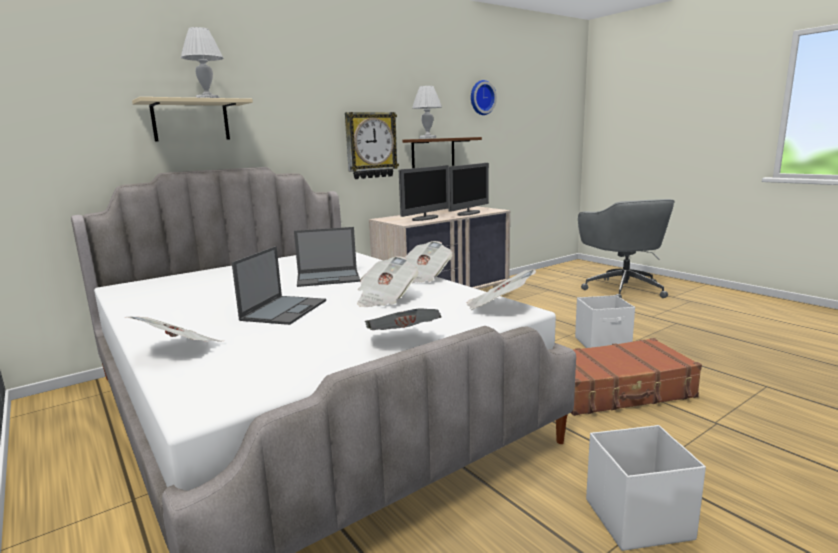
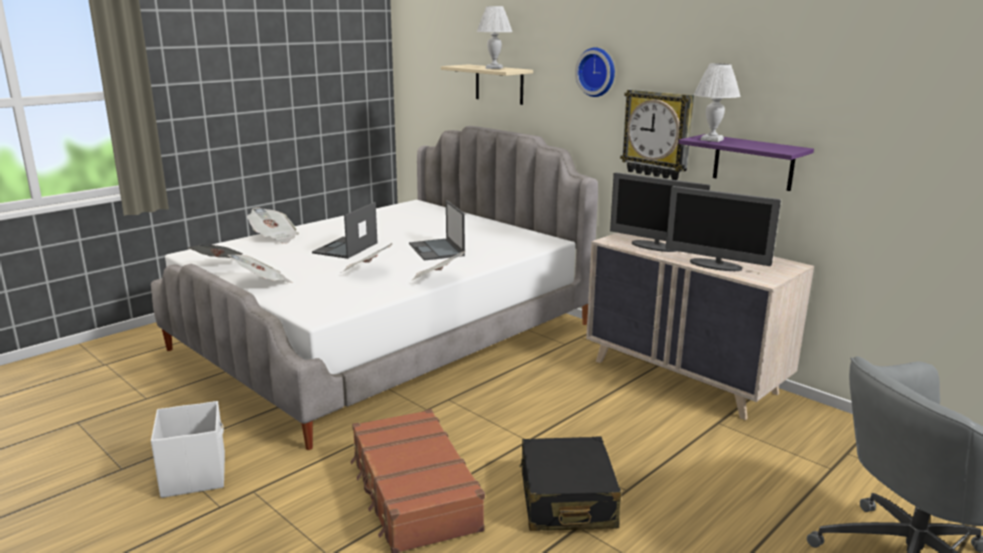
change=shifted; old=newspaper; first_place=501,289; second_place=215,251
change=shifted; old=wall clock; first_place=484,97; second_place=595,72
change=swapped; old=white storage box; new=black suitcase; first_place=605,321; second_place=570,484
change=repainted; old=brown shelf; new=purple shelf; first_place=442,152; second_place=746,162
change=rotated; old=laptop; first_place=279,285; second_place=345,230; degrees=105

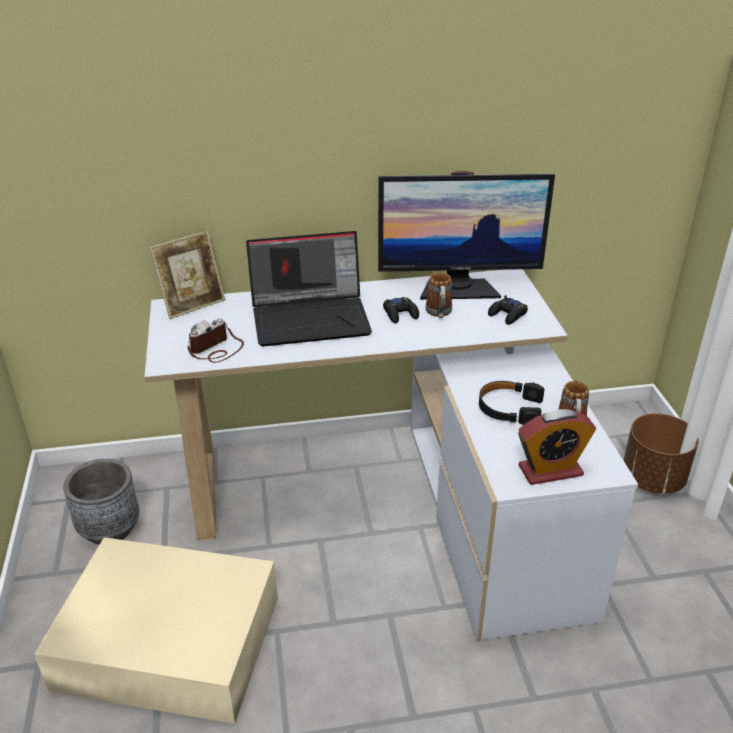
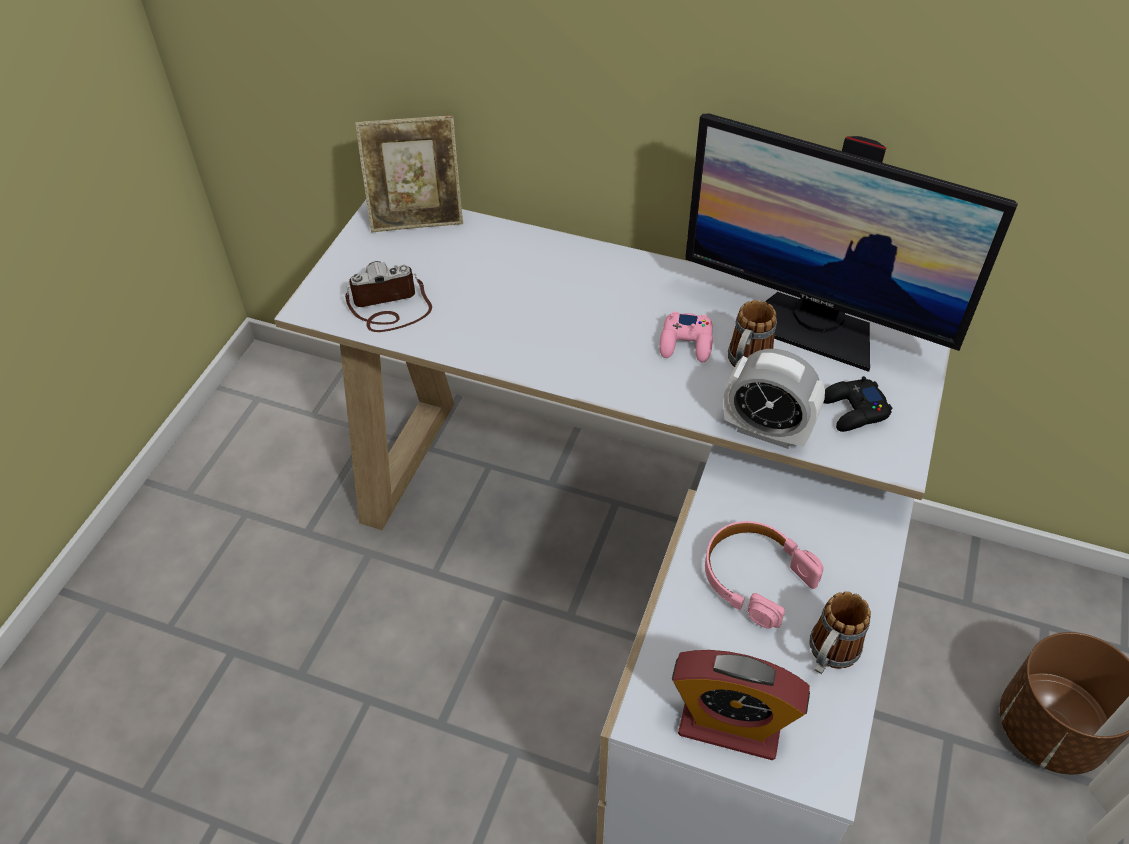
change=gone; old=beige storage box; first_place=156,630
change=gone; old=grey planter; first_place=101,502
change=gone; old=laptop; first_place=309,288
change=new; new=alarm clock; second_place=774,399
change=repainted; old=black game controller; new=pink game controller; first_place=401,310; second_place=686,337
change=repainted; old=black headphones; new=pink headphones; first_place=511,403; second_place=764,575

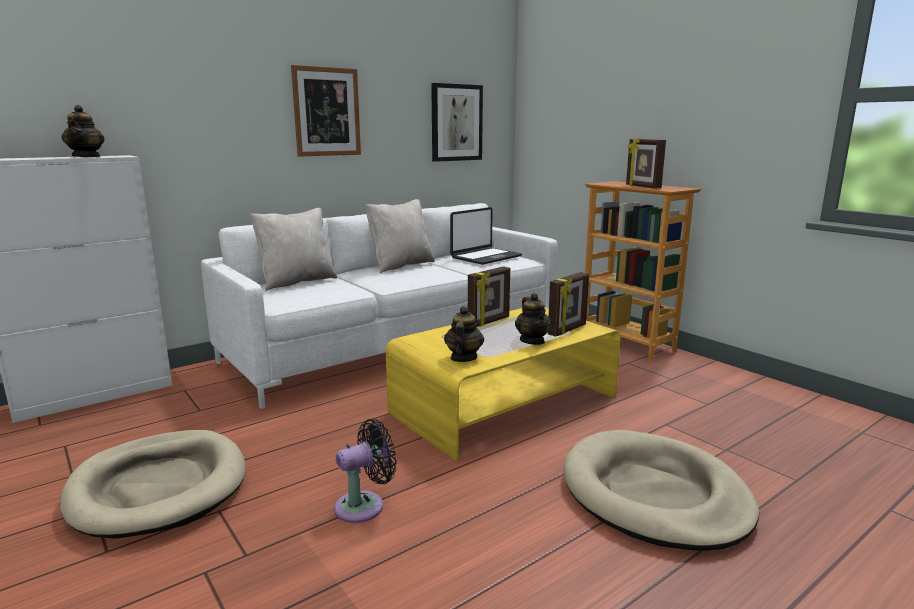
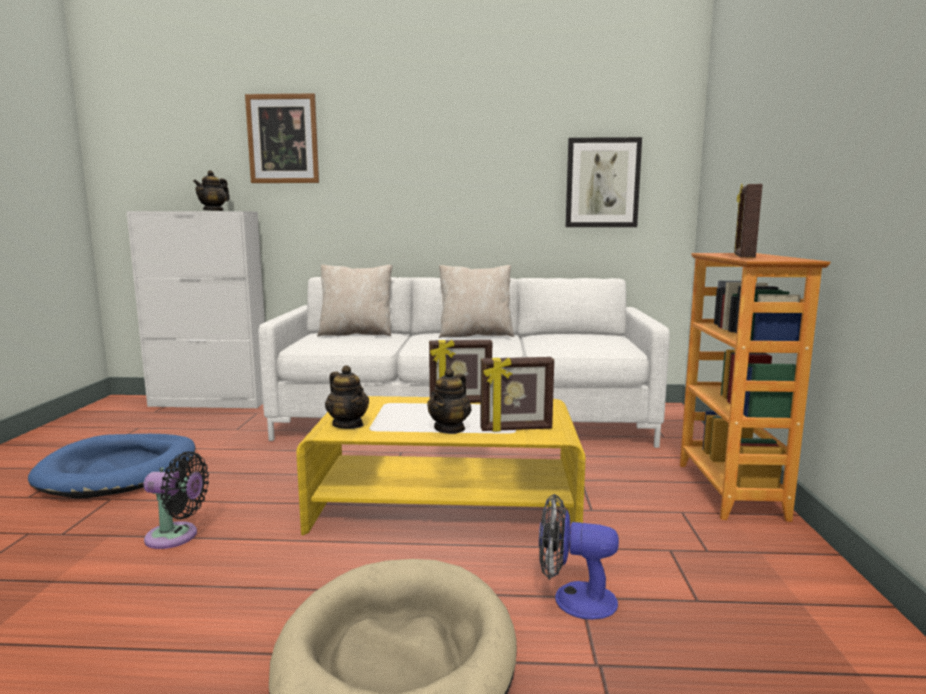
change=gone; old=laptop; first_place=486,236
change=new; new=fan; second_place=579,557
change=shifted; old=picture; first_place=326,111; second_place=282,138
change=repainted; old=beige dog bed; new=blue dog bed; first_place=153,484; second_place=111,466
change=rotated; old=teapot; first_place=464,334; second_place=347,397; degrees=90

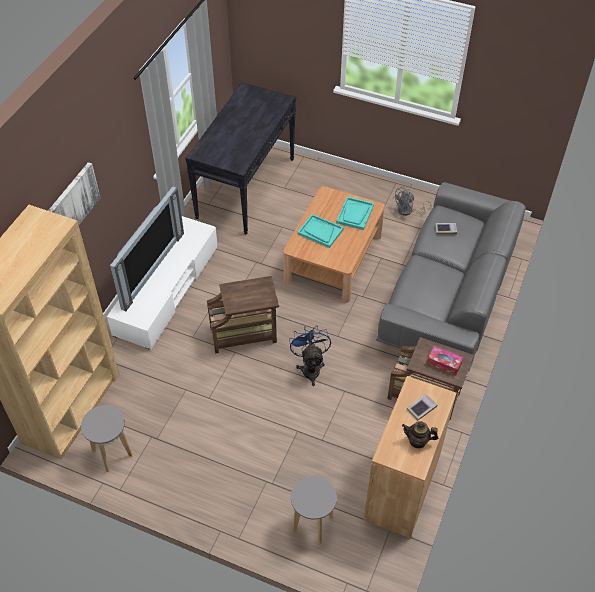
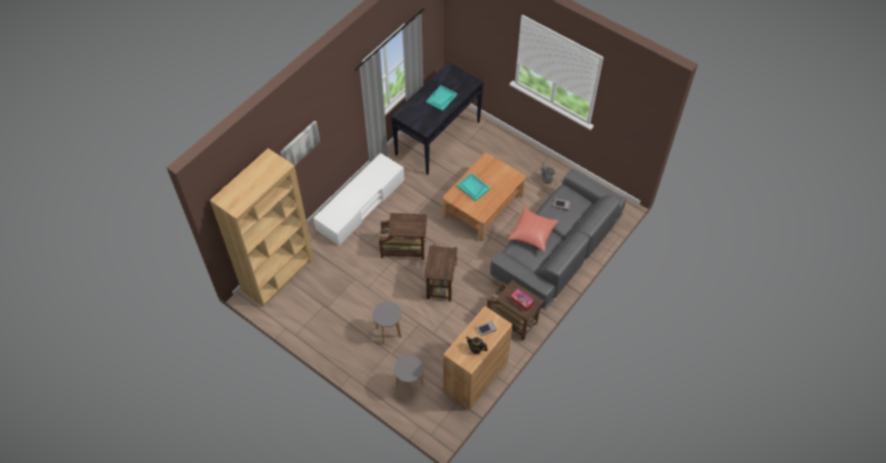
change=gone; old=television; first_place=147,248
change=new; new=red pillow; second_place=533,229
change=shifted; old=grey stool; first_place=107,438; second_place=387,322
change=shifted; old=turquoise tray; first_place=355,213; second_place=441,98
change=swapped; old=blue fan; new=brown side table; first_place=310,356; second_place=440,273

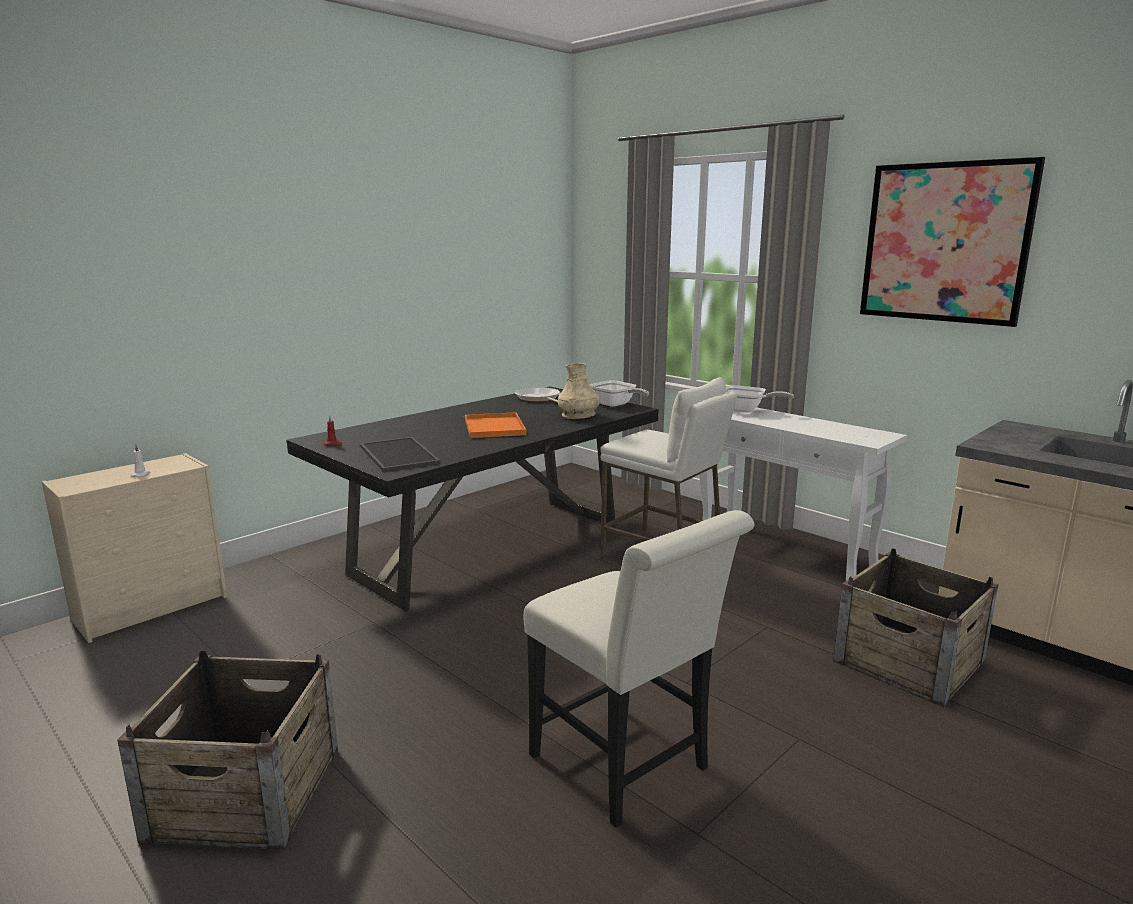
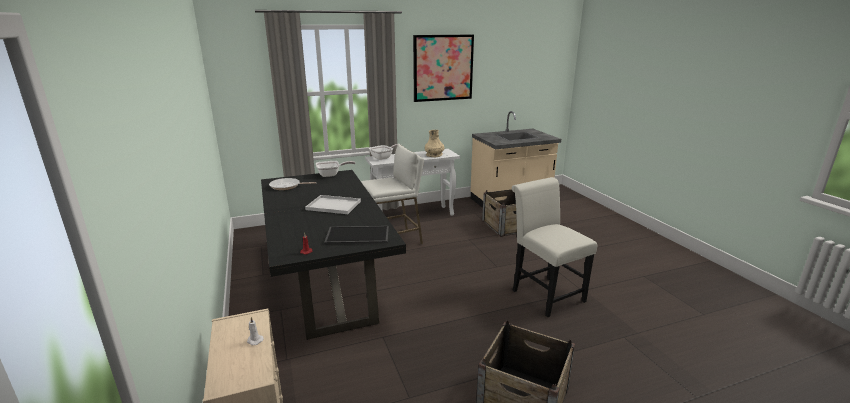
change=shifted; old=beige vase; first_place=578,391; second_place=435,143
change=repainted; old=orange tray; new=white tray; first_place=495,425; second_place=333,204
change=rotated; old=white chair; first_place=639,669; second_place=554,247; degrees=-105

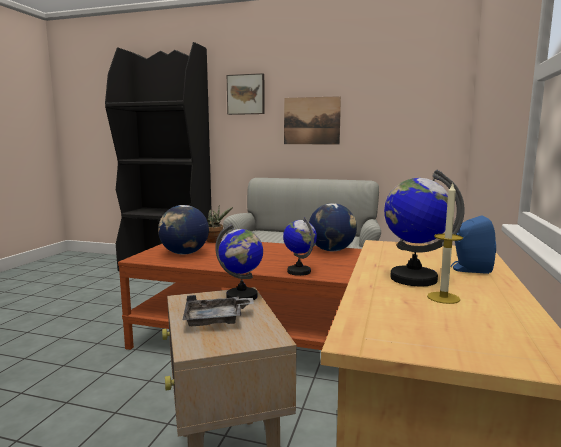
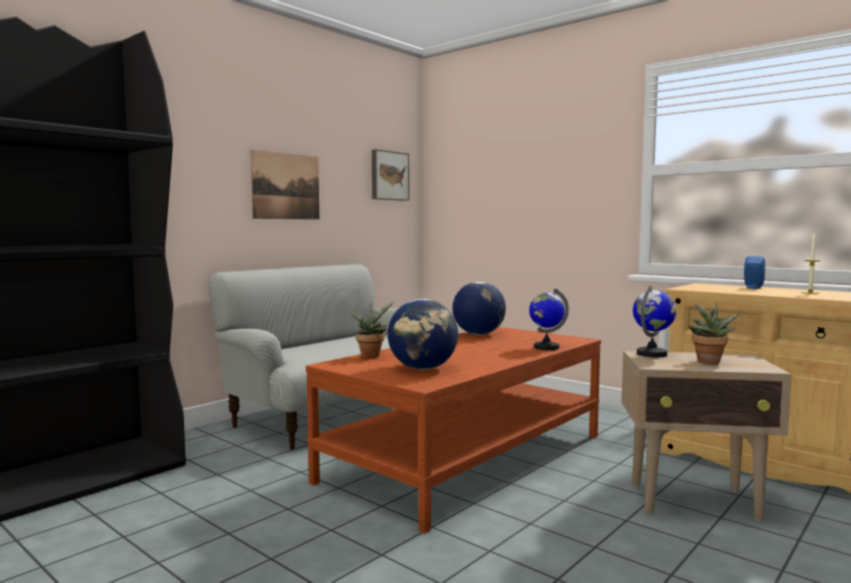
change=gone; old=globe; first_place=424,228
change=shifted; old=picture; first_place=246,94; second_place=390,175
change=swapped; old=grey tray; new=potted plant; first_place=218,310; second_place=714,333

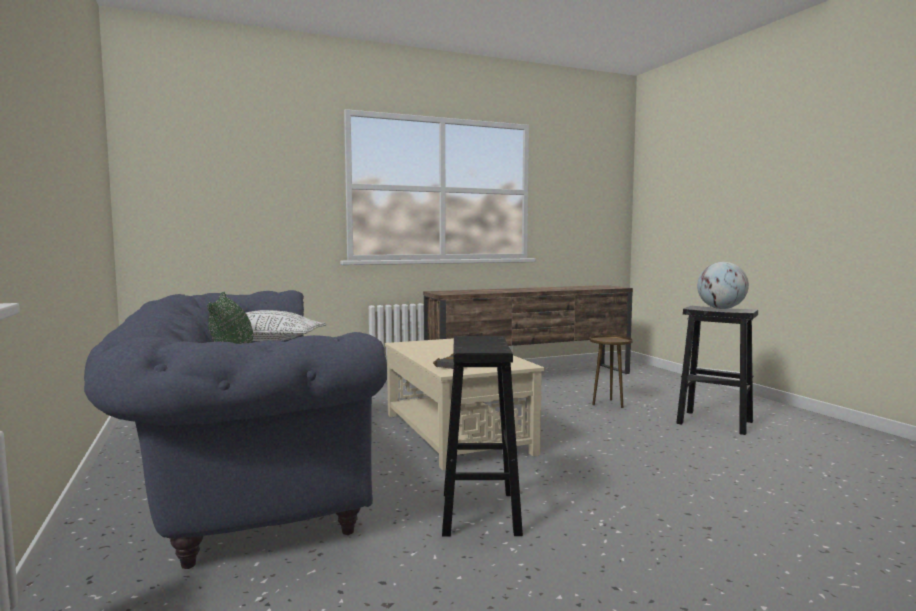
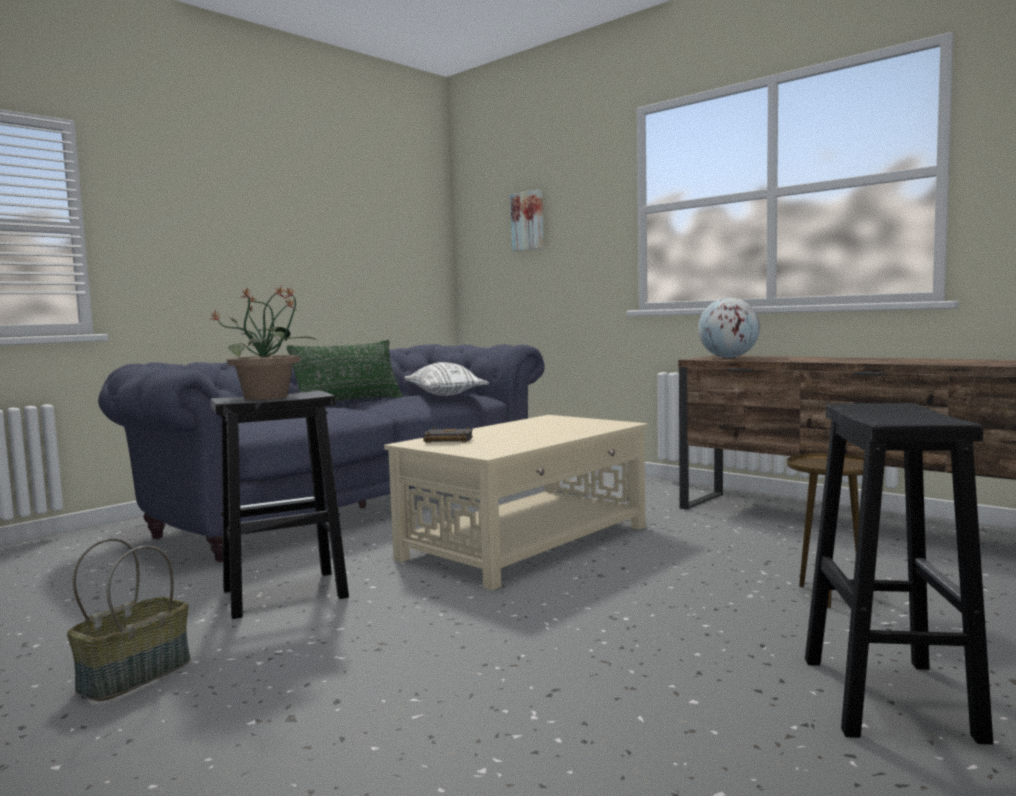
change=new; new=basket; second_place=128,619
change=new; new=potted plant; second_place=263,343
change=new; new=picture; second_place=527,220
change=shifted; old=globe; first_place=723,285; second_place=729,328

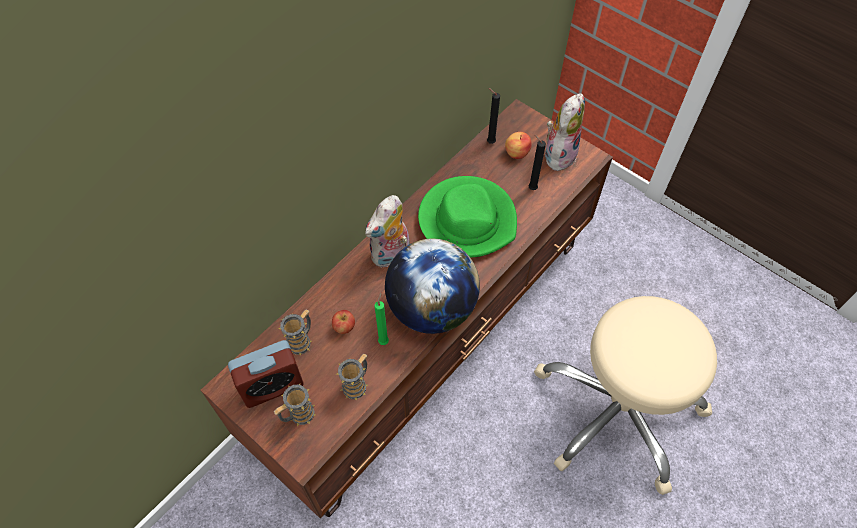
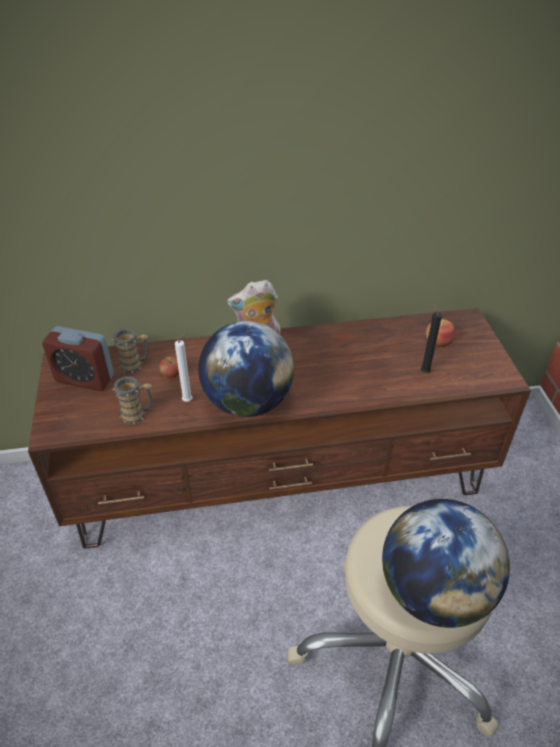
change=gone; old=mug; first_place=295,405
change=gone; old=green hat; first_place=467,217
change=gone; old=black candle; first_place=493,116
change=gone; old=plush toy; first_place=564,132
change=new; new=globe; second_place=446,563
change=repainted; old=green candle; new=white candle; first_place=382,318; second_place=184,367

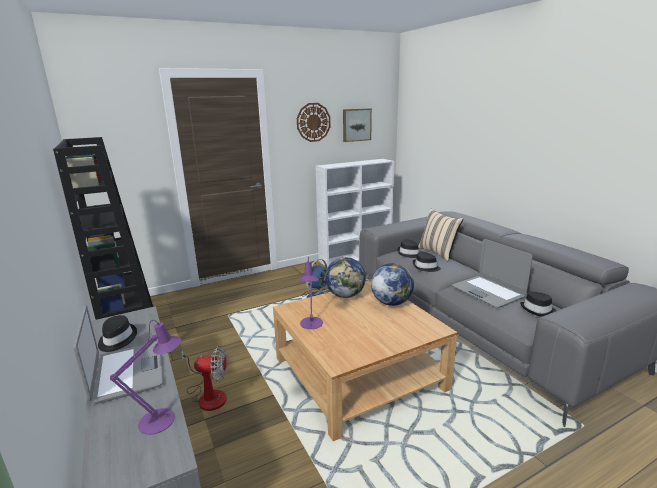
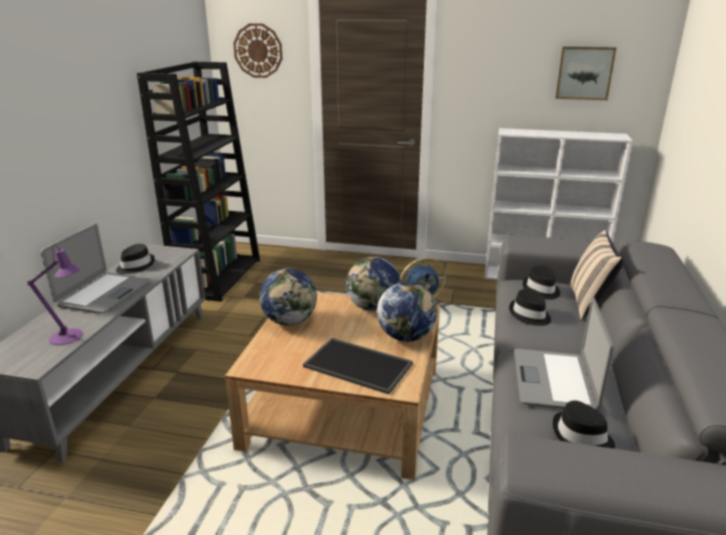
change=gone; old=fan; first_place=204,378
change=new; new=tray; second_place=358,366
change=shifted; old=wall clock; first_place=314,122; second_place=258,50
change=swapped; old=purple table lamp; new=globe; first_place=311,293; second_place=288,297

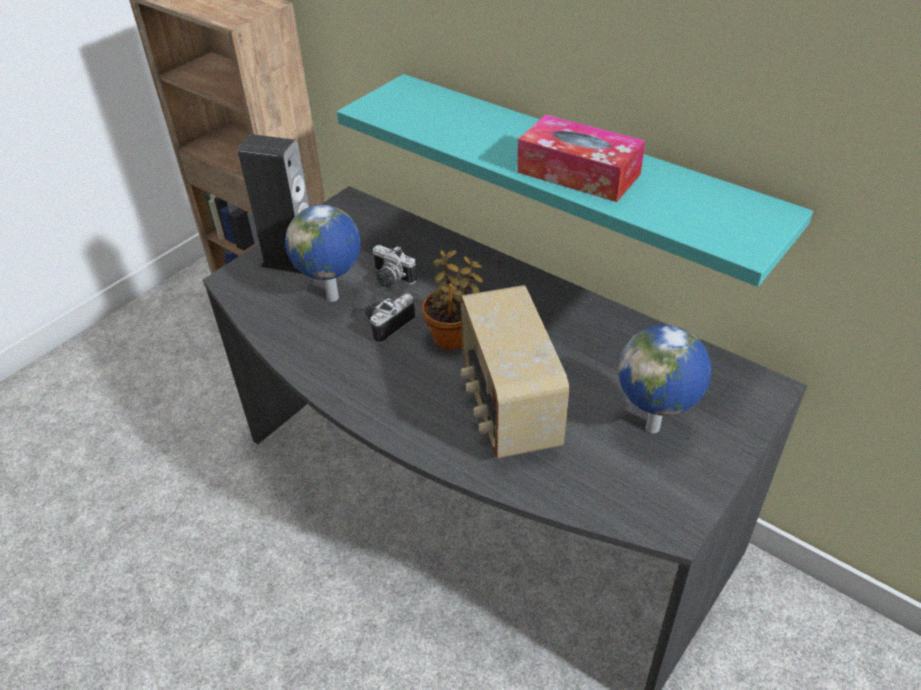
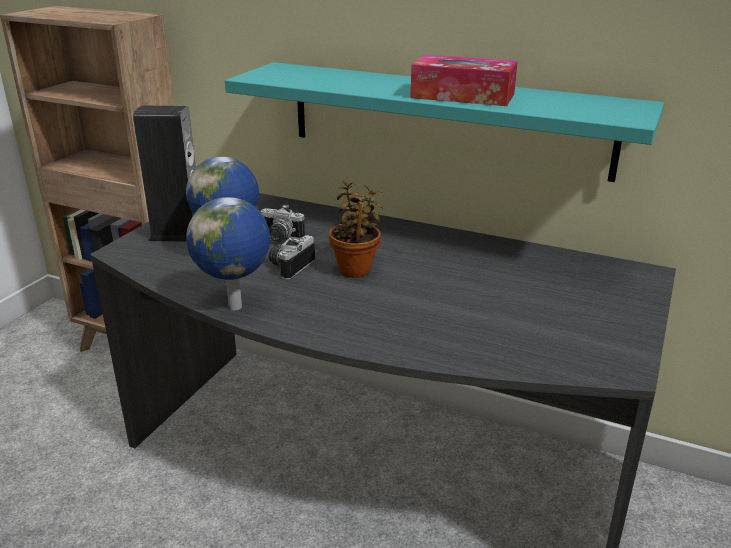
change=gone; old=radio; first_place=514,372
change=shifted; old=globe; first_place=664,379; second_place=228,253

